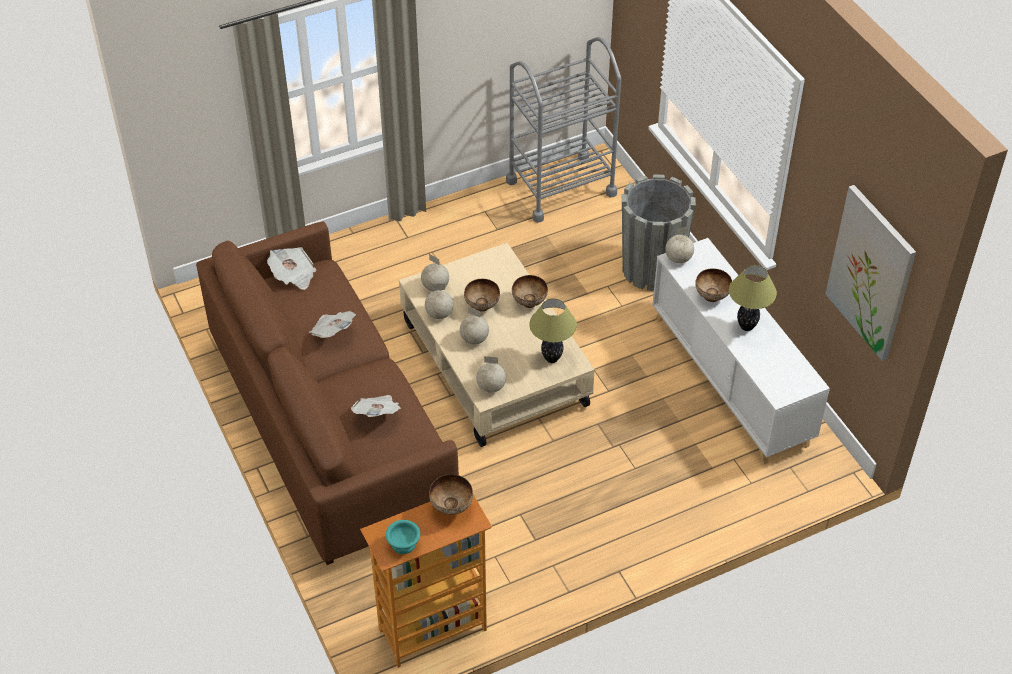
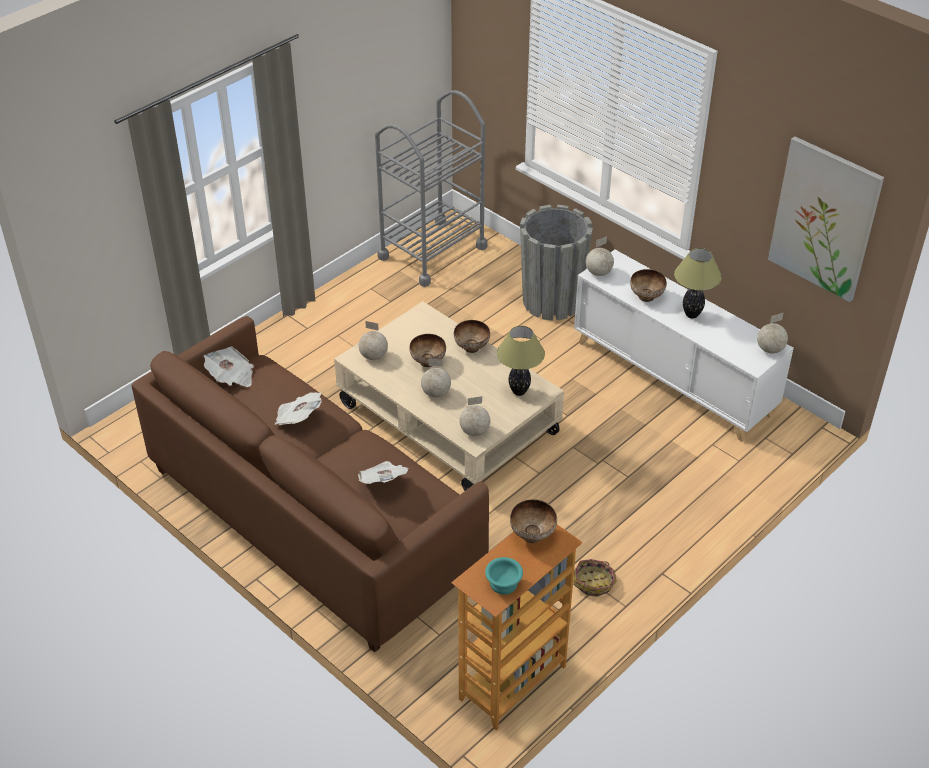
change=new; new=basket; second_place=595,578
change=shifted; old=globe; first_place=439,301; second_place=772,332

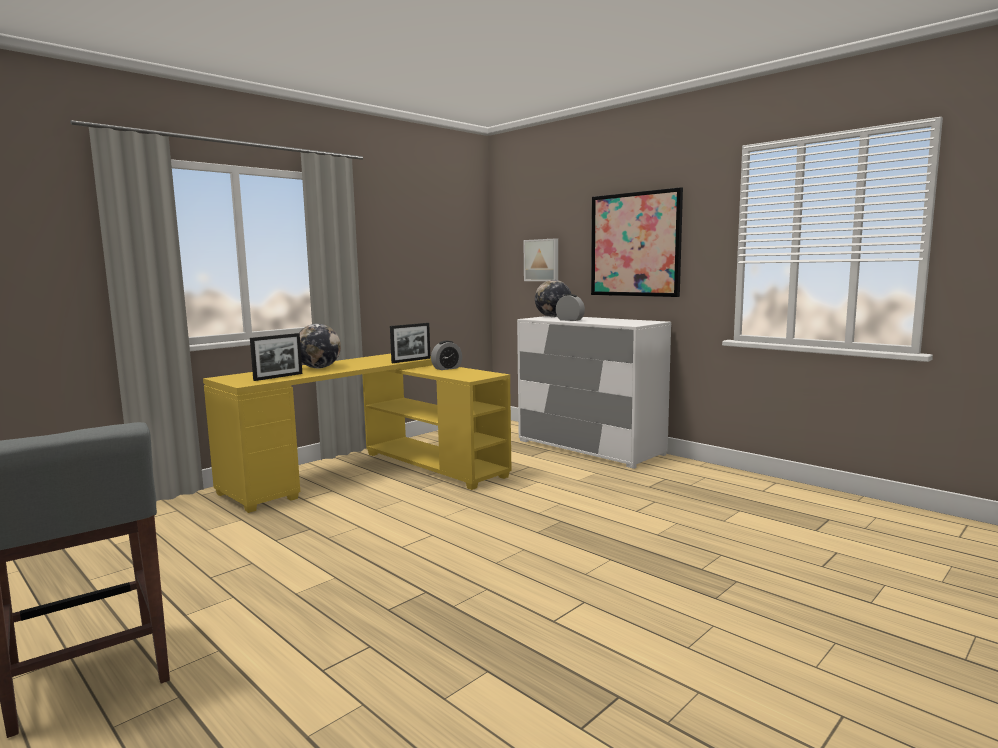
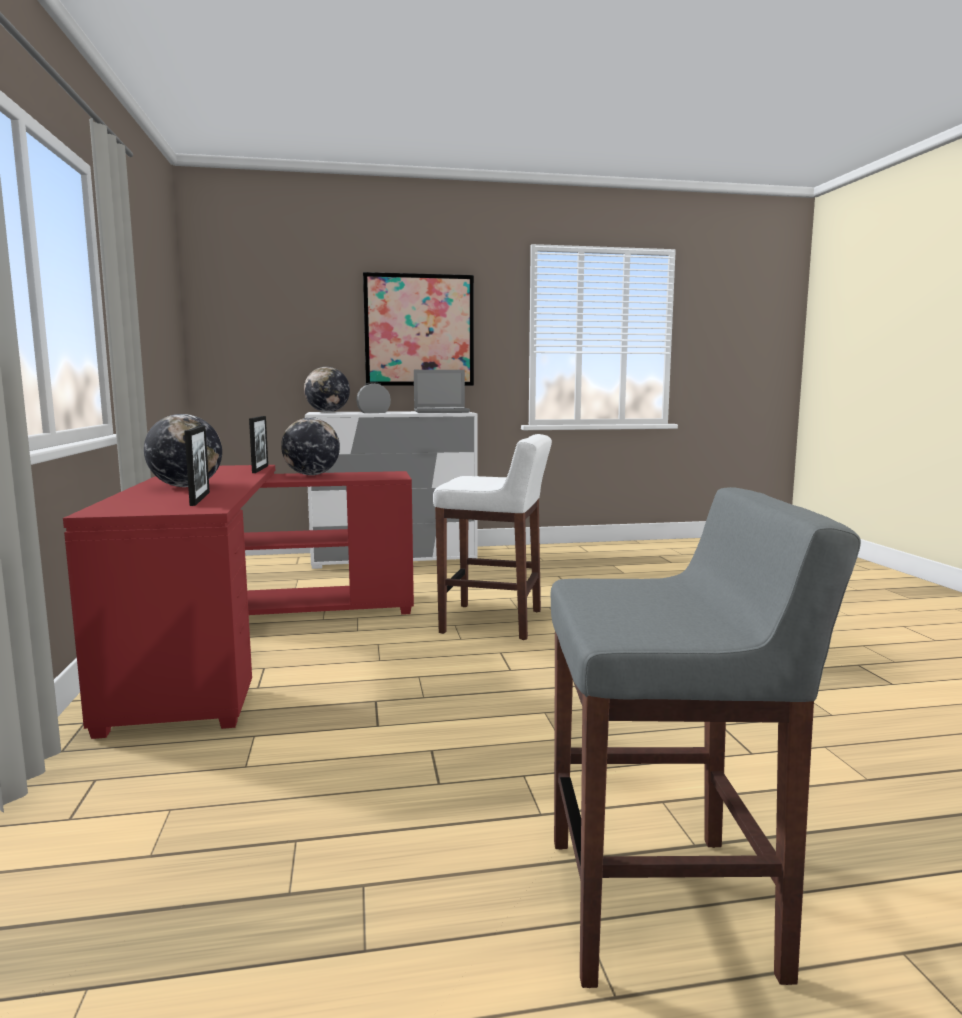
change=gone; old=picture; first_place=540,260
change=new; new=laptop; second_place=442,391
change=new; new=white stool; second_place=492,537
change=swapped; old=alarm clock; new=globe; first_place=446,355; second_place=310,446
change=repainted; old=yellow desk; new=red desk; first_place=357,433; second_place=238,602

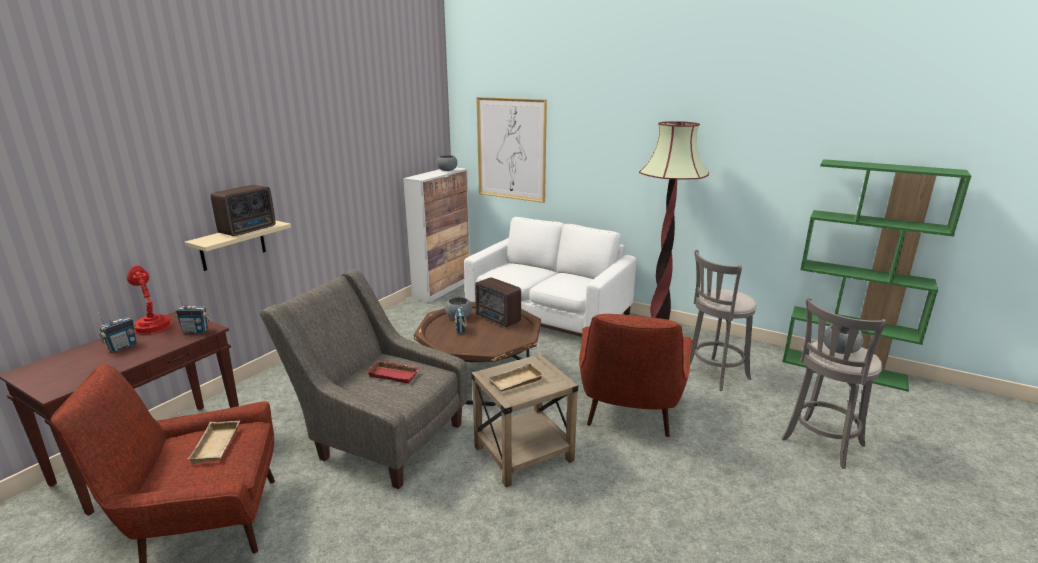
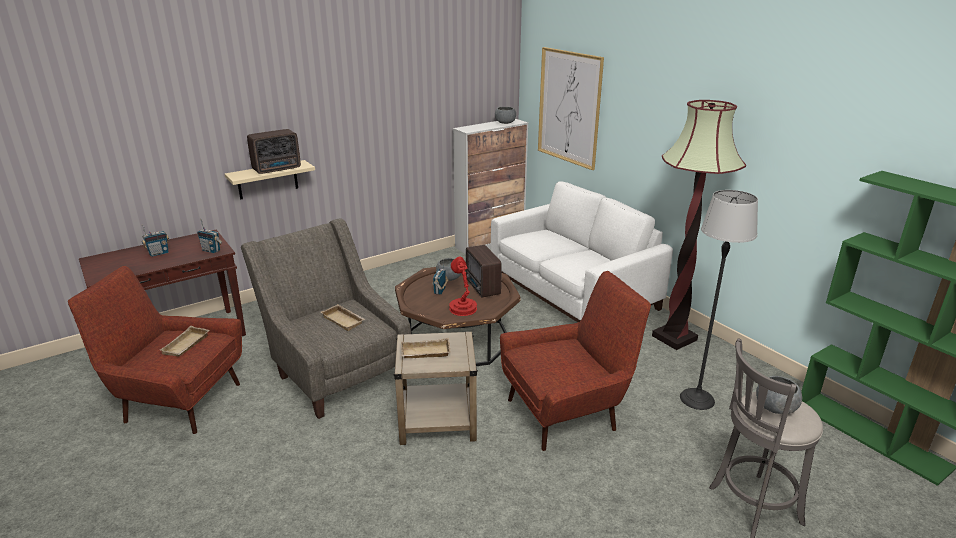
change=shifted; old=red table lamp; first_place=149,299; second_place=463,286
change=swapped; old=grey stool; new=floor lamp; first_place=723,320; second_place=719,300
change=repainted; old=red tray; new=beige tray; first_place=393,372; second_place=343,318
change=rotated; old=red armchair; first_place=636,375; second_place=575,361; degrees=-150

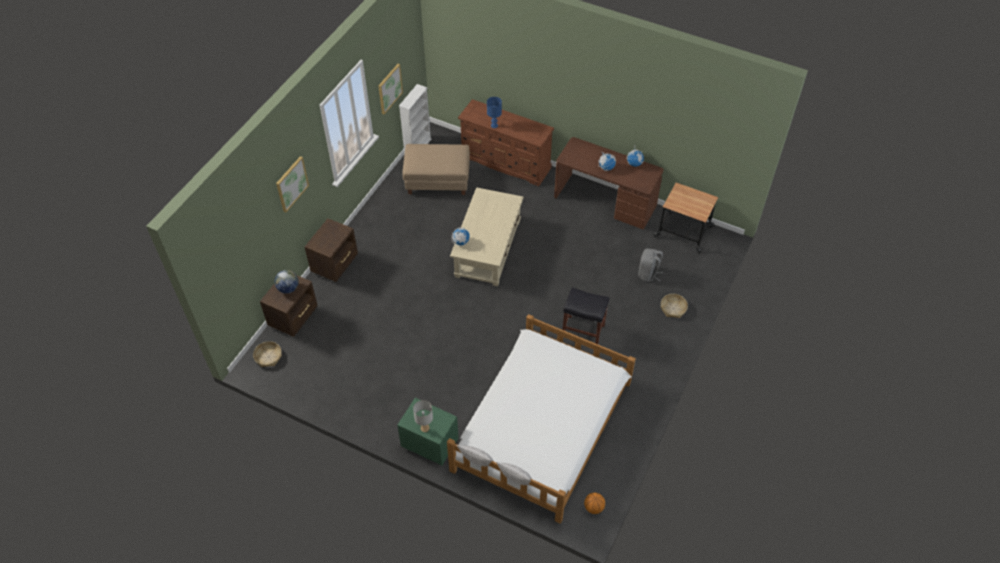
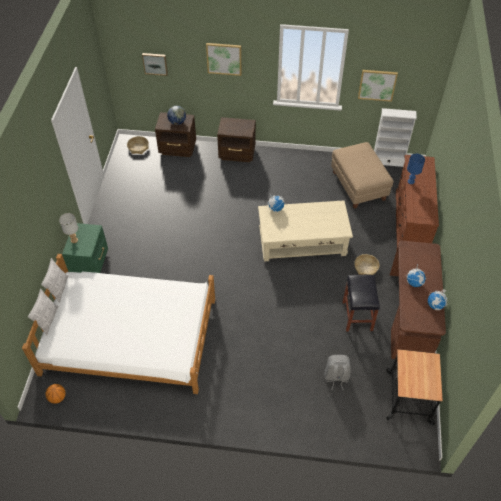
change=new; new=picture; second_place=155,64
change=shifted; old=black stool; first_place=586,315; second_place=361,303
change=shifted; old=basket; first_place=674,306; second_place=367,264

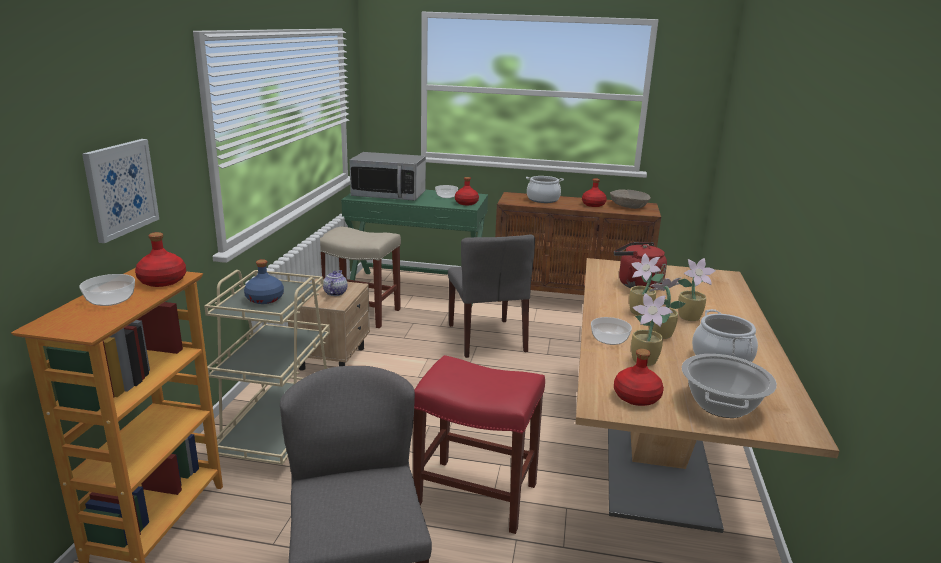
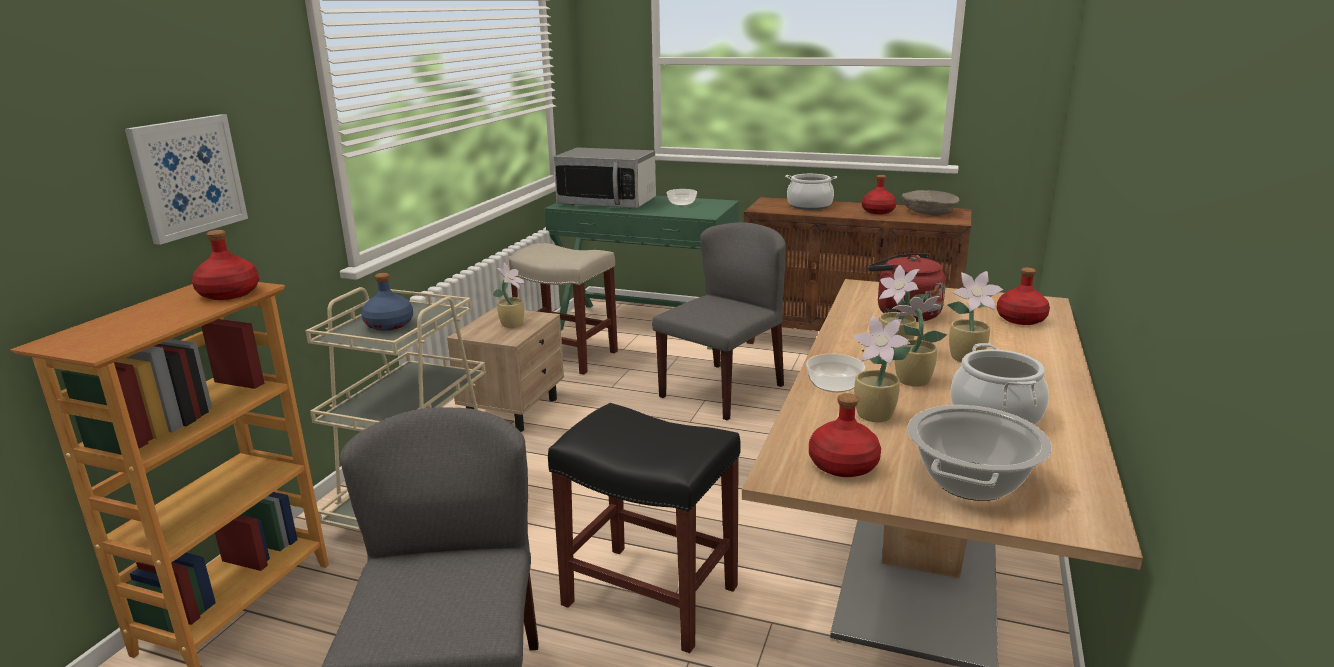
change=gone; old=bowl; first_place=107,290
change=shifted; old=red bottle; first_place=467,191; second_place=1023,296
change=swapped; old=teapot; new=potted plant; first_place=335,283; second_place=508,295
change=repainted; old=red stool; new=black stool; first_place=479,444; second_place=644,528
change=rotated; old=grey chair; first_place=491,296; second_place=719,321; degrees=-135

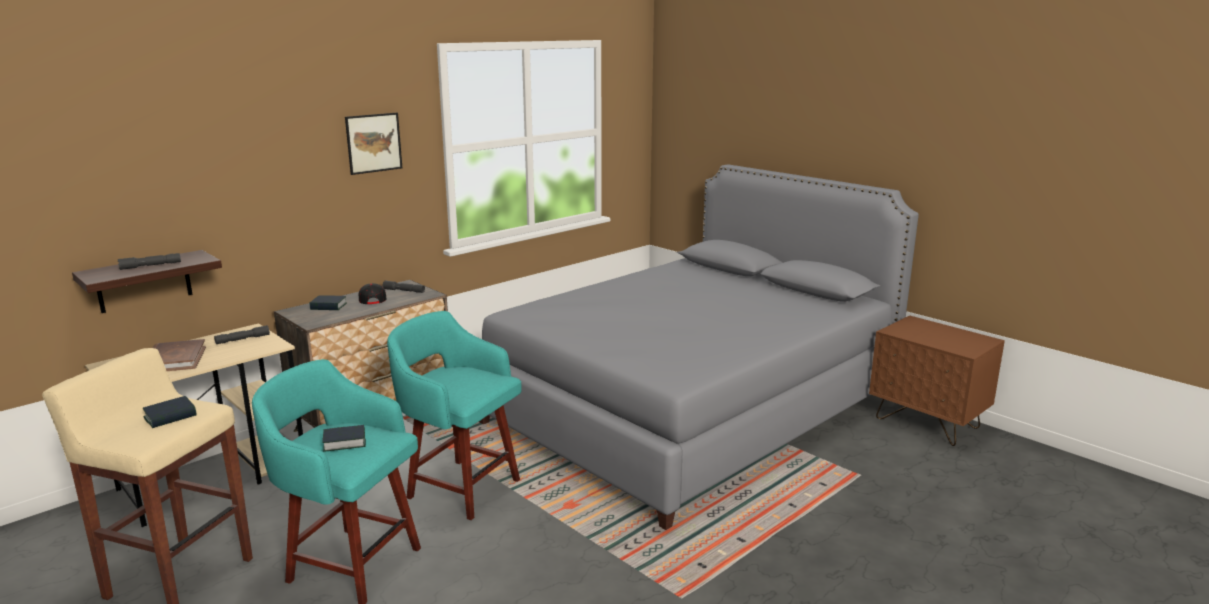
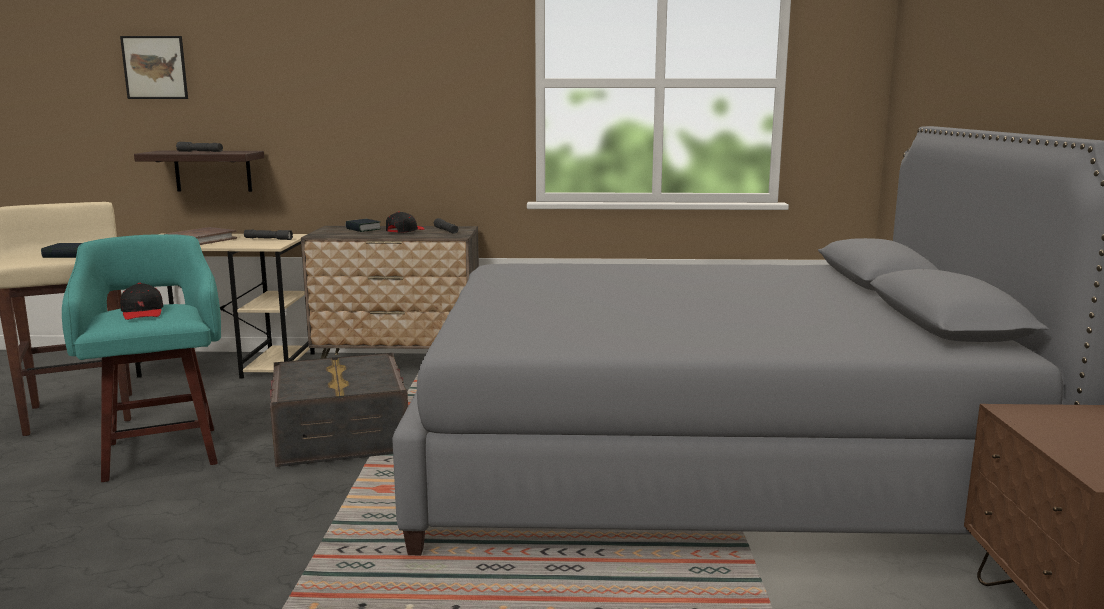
change=shifted; old=picture; first_place=373,144; second_place=154,67
change=swapped; old=book; new=black cap; first_place=344,438; second_place=141,301
change=swapped; old=turquoise stool; new=grey storage box; first_place=454,415; second_place=339,410

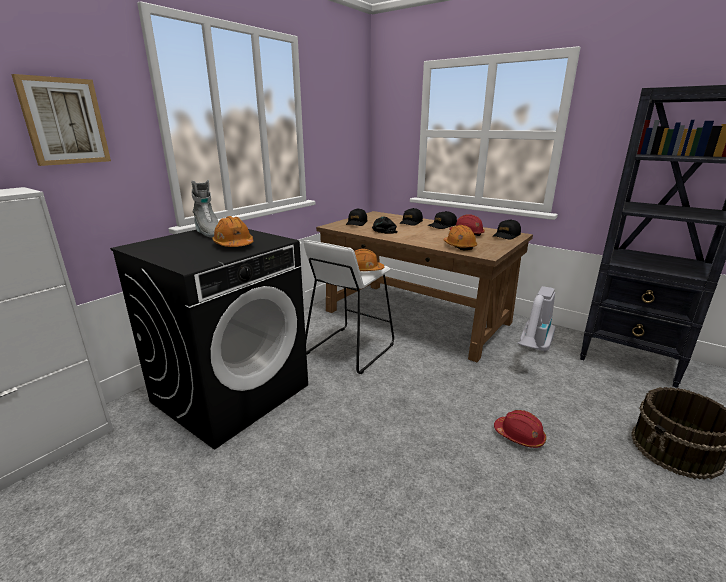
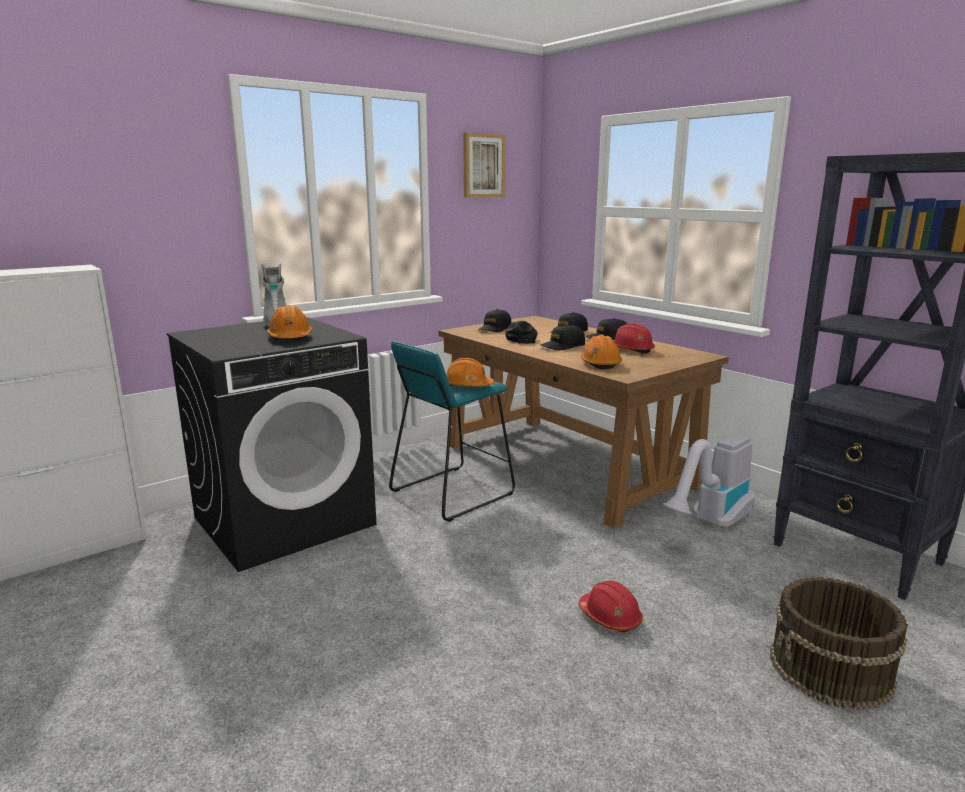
change=shifted; old=picture; first_place=61,120; second_place=484,165
change=shifted; old=black cap; first_place=507,229; second_place=562,337
change=repainted; old=white stool; new=turquoise stool; first_place=349,307; second_place=452,431

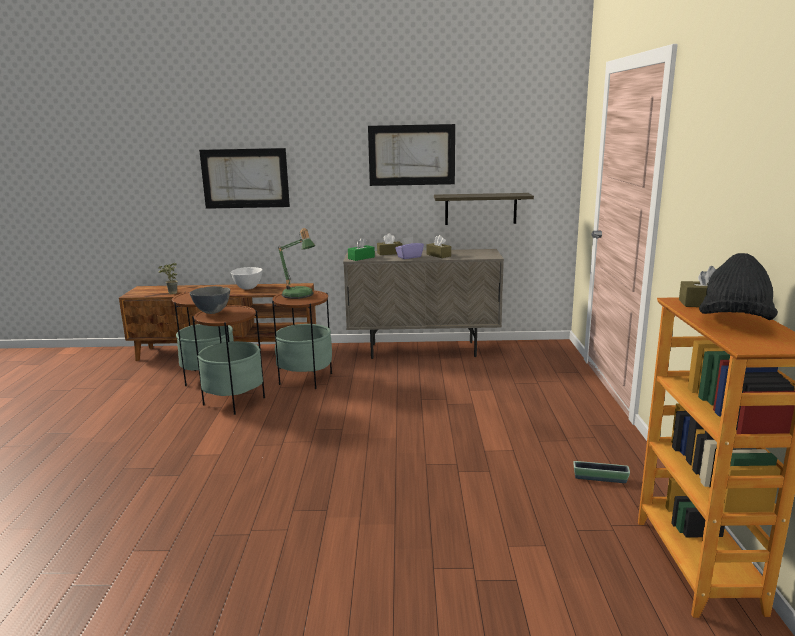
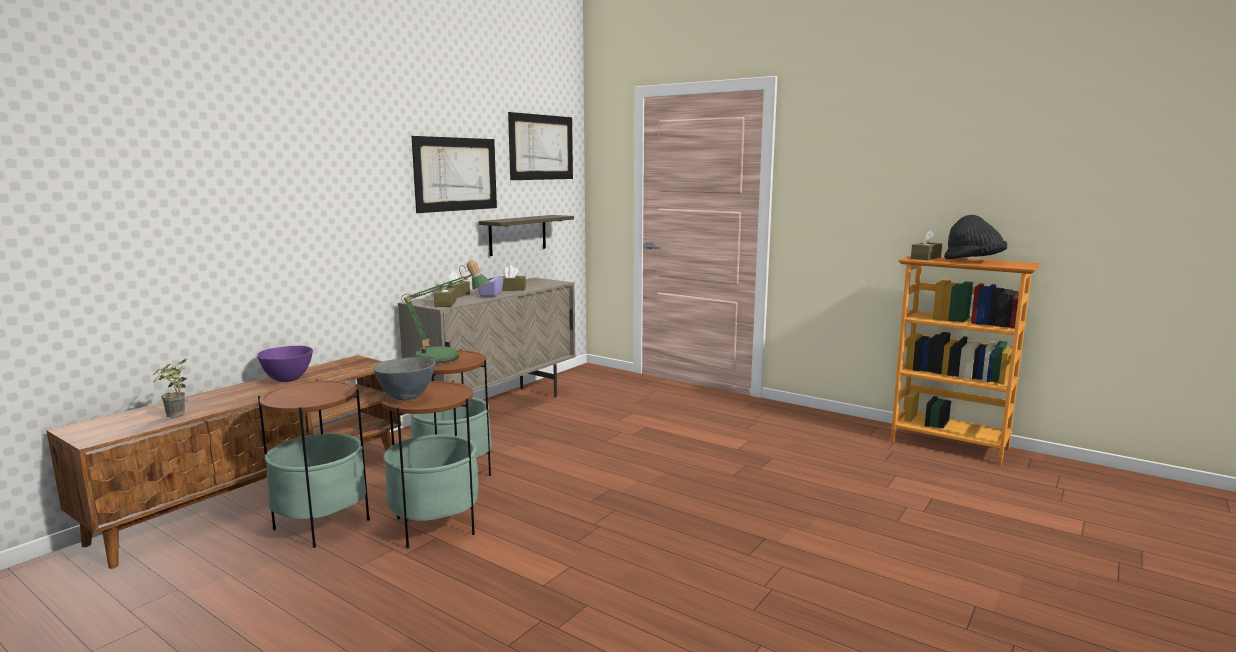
change=gone; old=planter; first_place=601,472
change=shifted; old=picture; first_place=244,178; second_place=540,146
change=repainted; old=white bowl; new=purple bowl; first_place=247,278; second_place=285,364
change=repainted; old=green tissue box; new=brown tissue box; first_place=361,249; second_place=445,292

